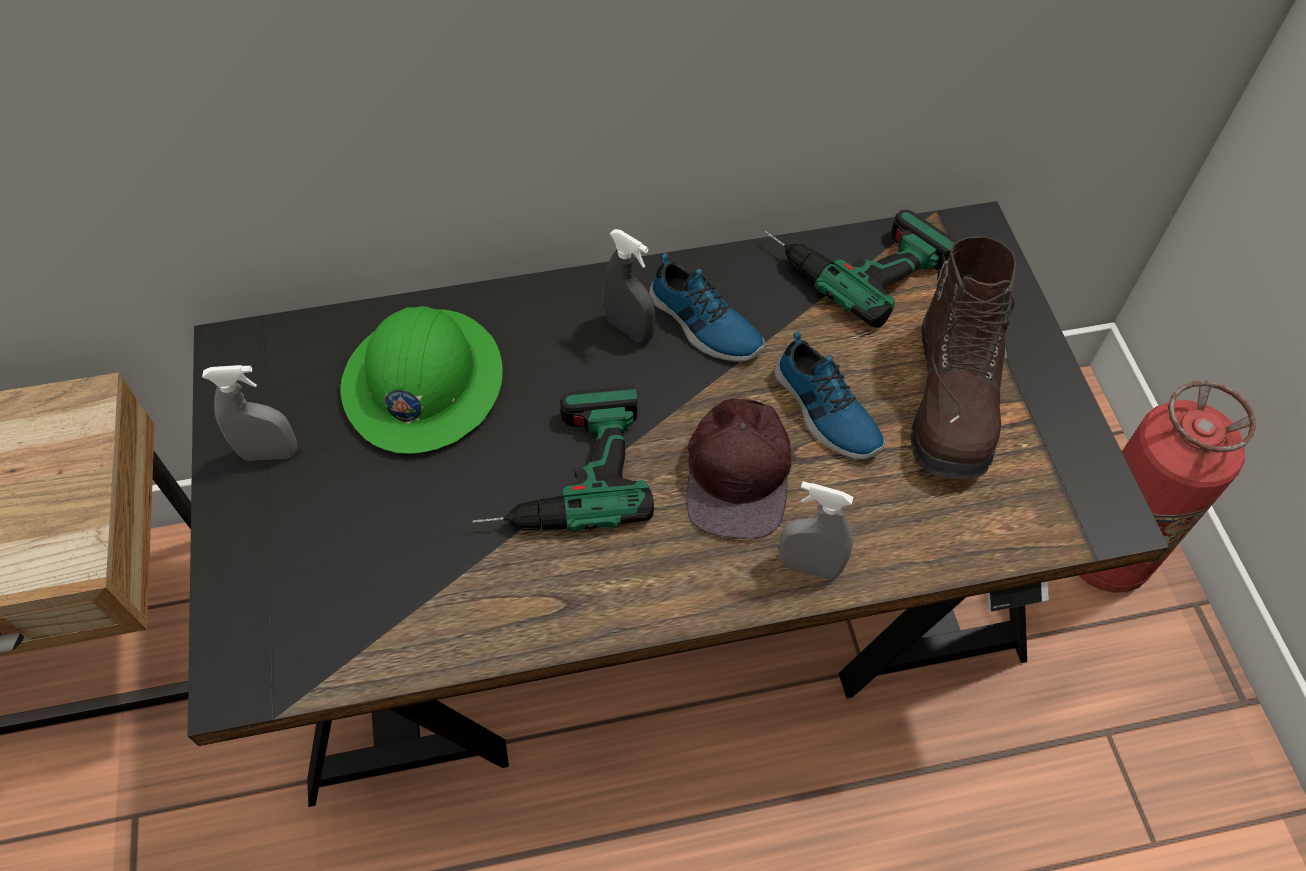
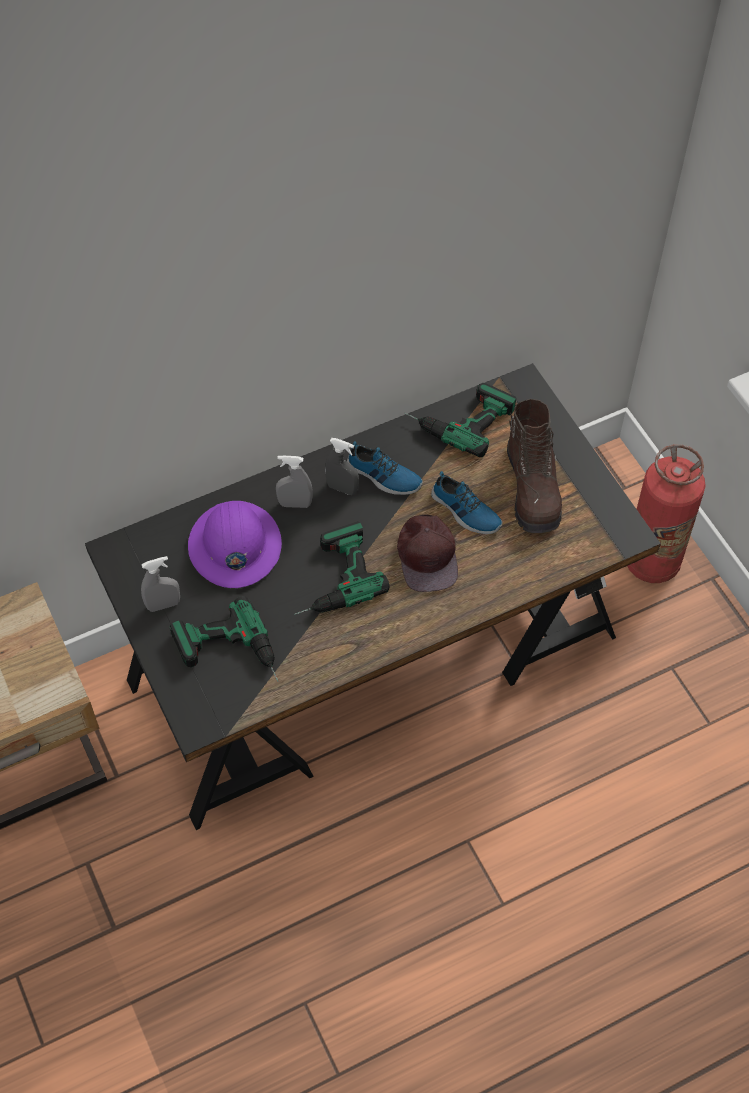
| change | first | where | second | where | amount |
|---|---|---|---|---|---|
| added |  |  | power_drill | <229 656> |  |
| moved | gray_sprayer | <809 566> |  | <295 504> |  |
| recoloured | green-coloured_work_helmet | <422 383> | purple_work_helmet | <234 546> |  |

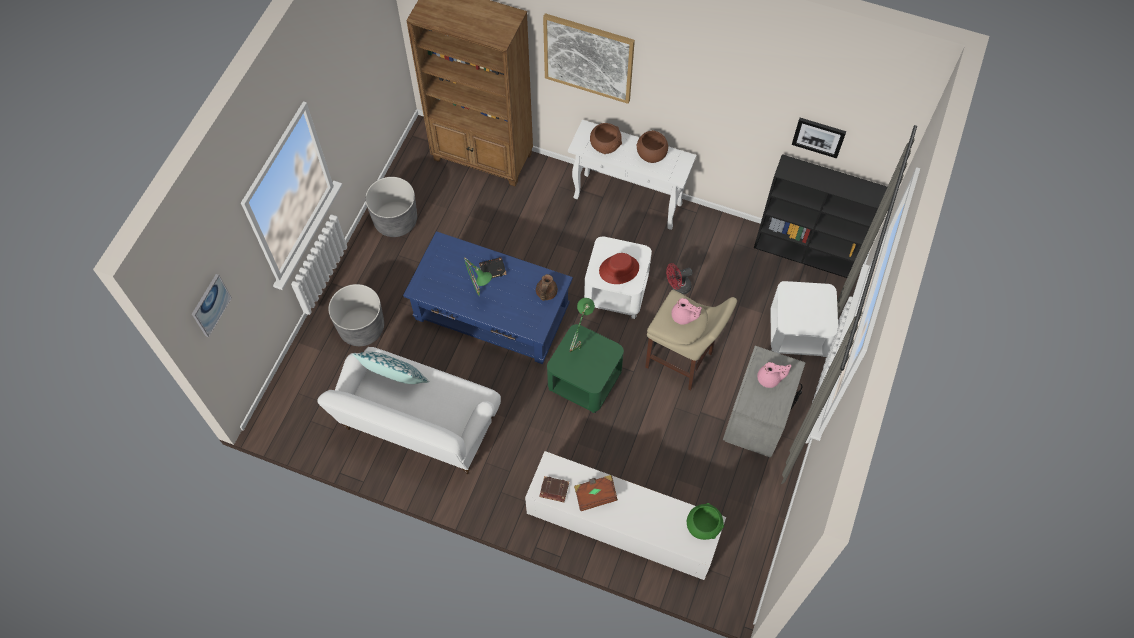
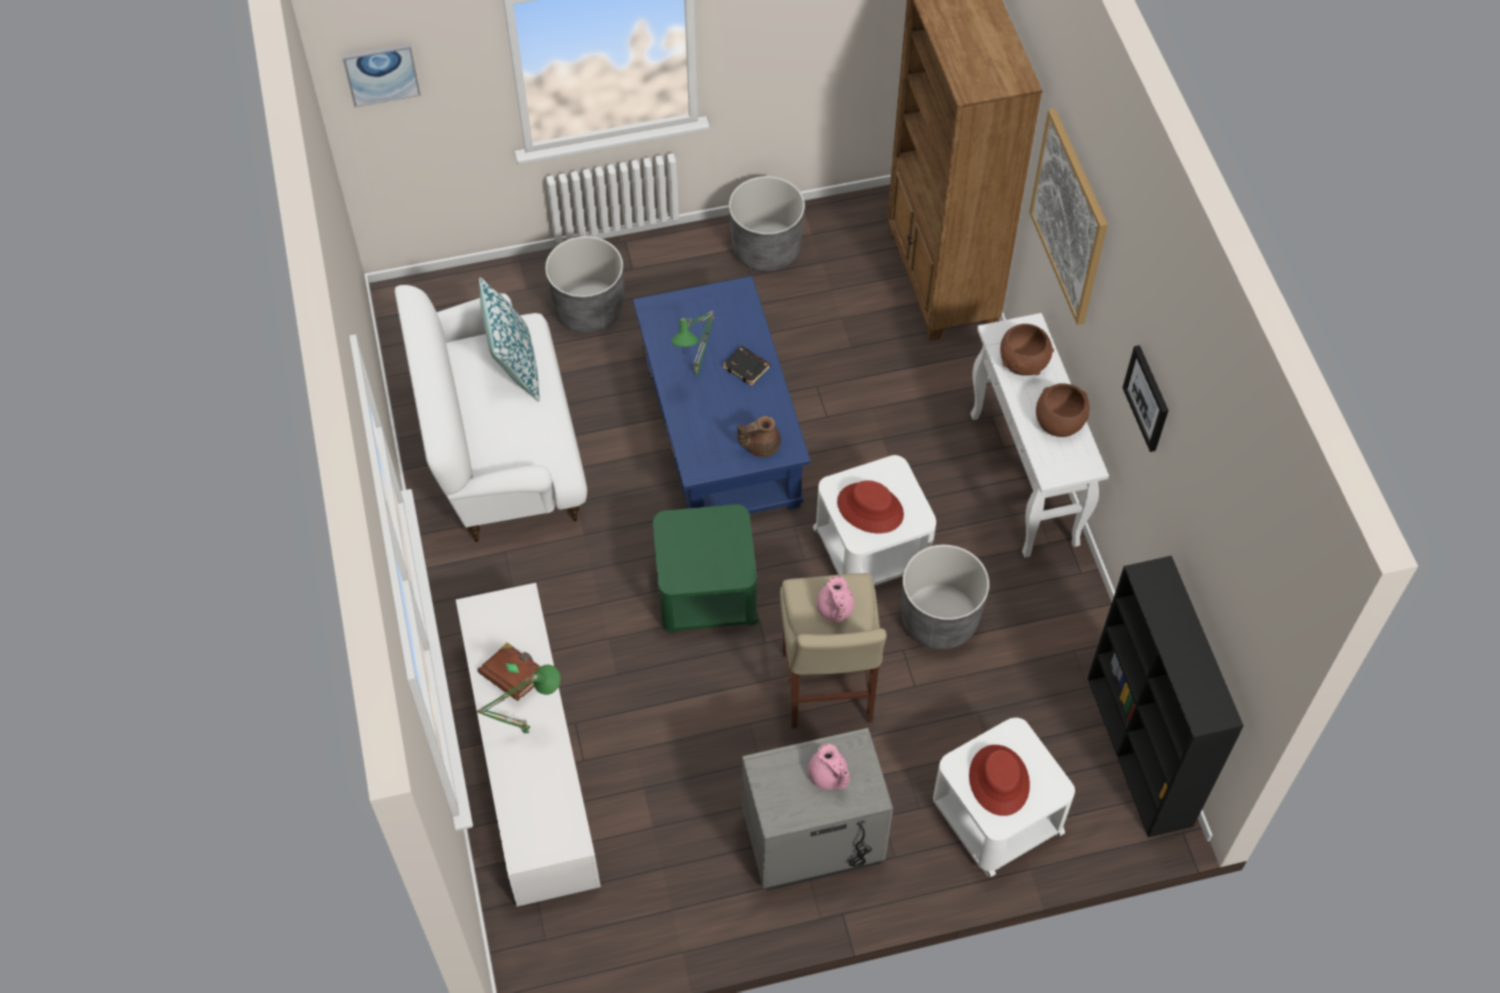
| change | first | where | second | where | amount |
|---|---|---|---|---|---|
| removed | brownish_book | <553 490> |  |  |  |
| removed | green-coloured_serving_bowl | <703 525> |  |  |  |
| added |  |  | red-coloured_clothing_hat | <999 780> |  |
| moved | green-coloured_tabletop_lamp | <578 348> |  | <526 731> |  |
| moved | picture | <818 136> |  | <1147 398> |  |
| replaced | red-coloured_fan | <677 287> | gray_flower_pot | <939 619> |  |

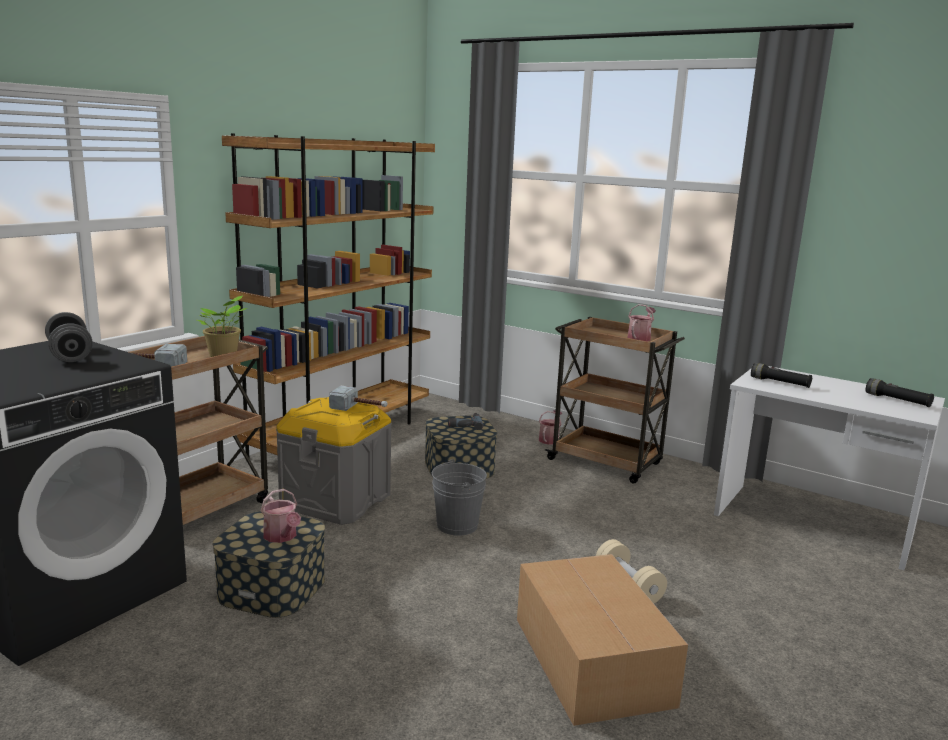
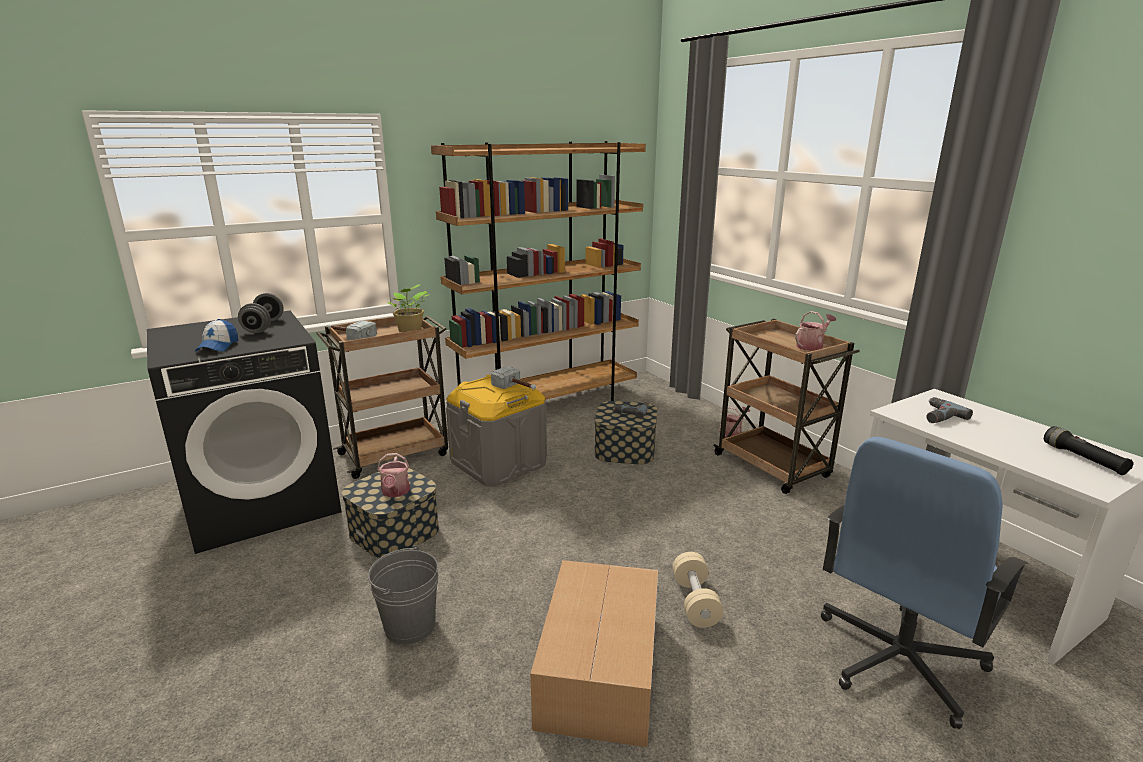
| change | first | where | second | where | amount |
|---|---|---|---|---|---|
| added |  |  | peaked_cap | <218 346> |  |
| added |  |  | bluish_computer_chair | <897 660> |  |
| moved | gray_pail | <457 525> |  | <410 626> |  |
| replaced | blackish_flashlight | <779 383> | power_drill | <937 415> |  |

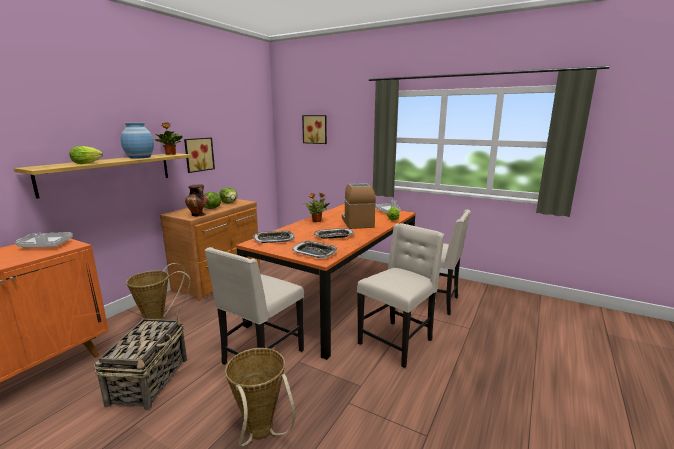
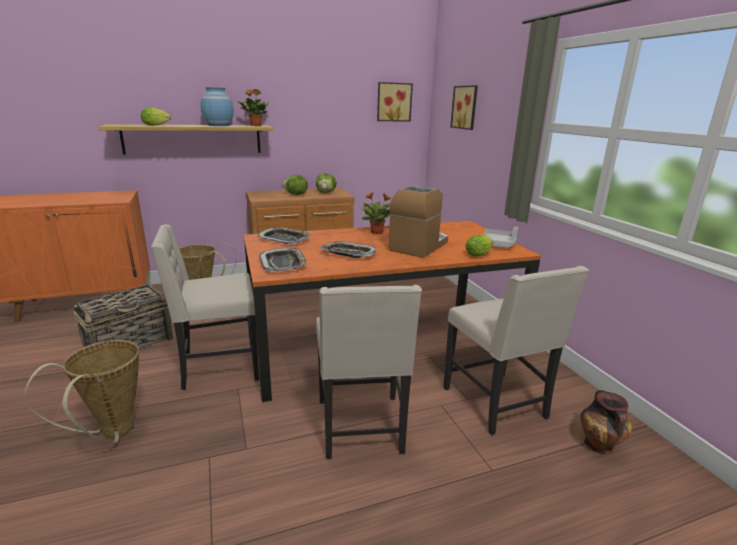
| change | first | where | second | where | amount |
|---|---|---|---|---|---|
| removed | gray_tray | <45 246> |  |  |  |
| moved | picture | <198 154> |  | <393 102> |  |
| moved | flower_vase | <199 215> |  | <599 446> |  |
| turned | beige_plain_chair | <397 342> |  | <361 427> | 90 degrees clockwise |

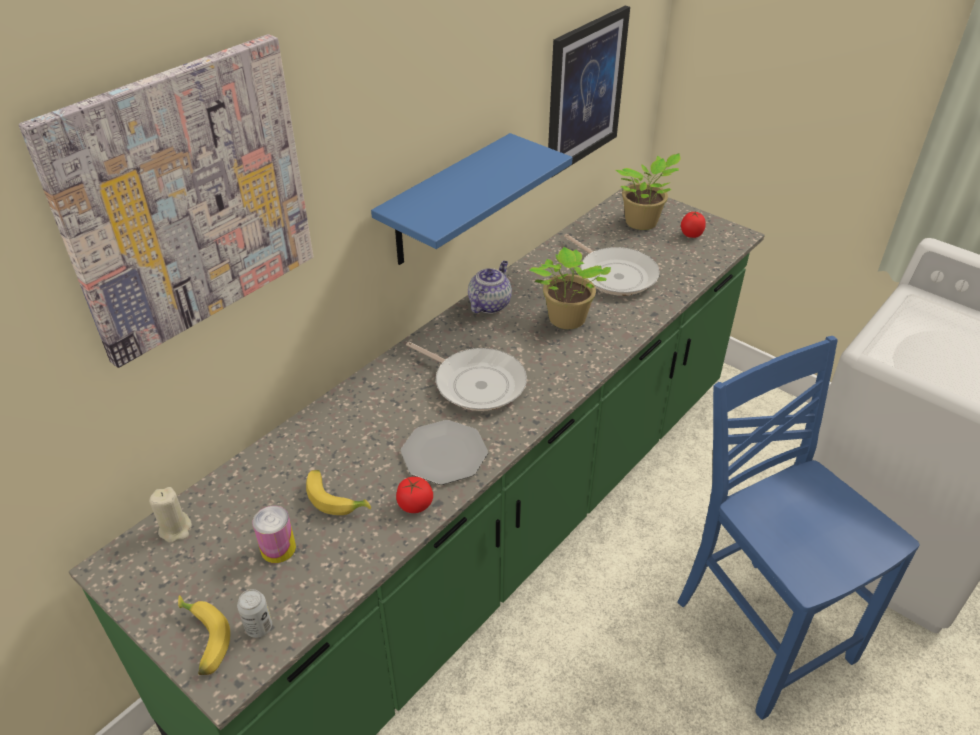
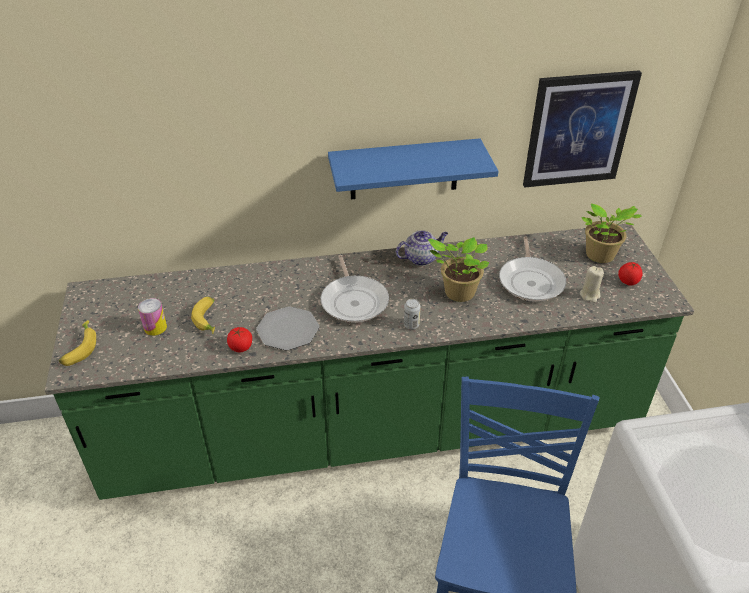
| change | first | where | second | where | amount |
|---|---|---|---|---|---|
| removed | picture | <187 199> |  |  |  |
| moved | beige_candle | <175 529> |  | <589 295> |  |
| moved | sealed_can | <259 627> |  | <411 325> |  |

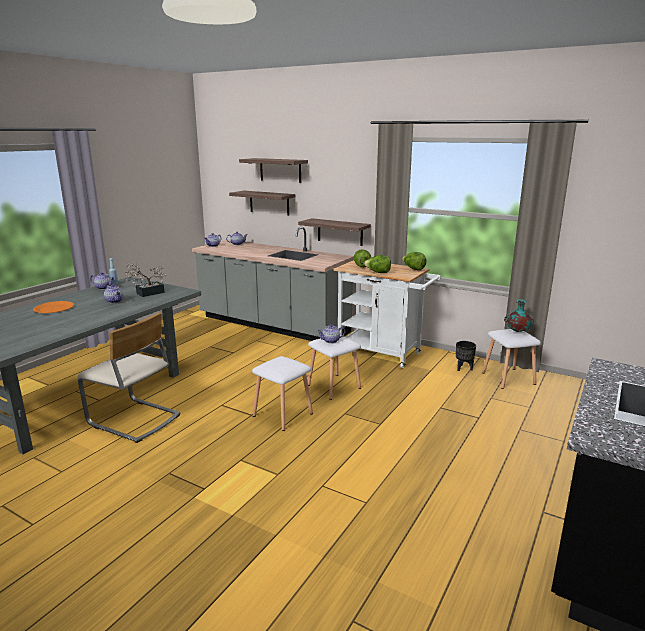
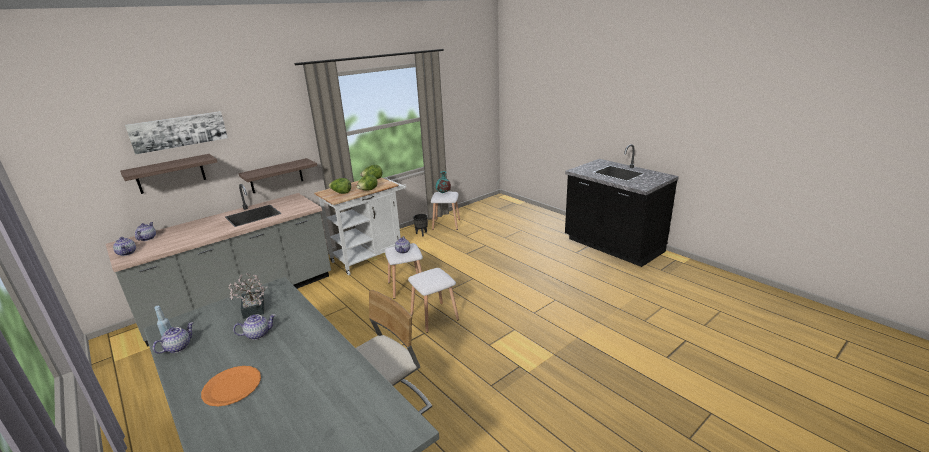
| change | first | where | second | where | amount |
|---|---|---|---|---|---|
| replaced | shelf | <280 170> | picture | <179 131> |  |

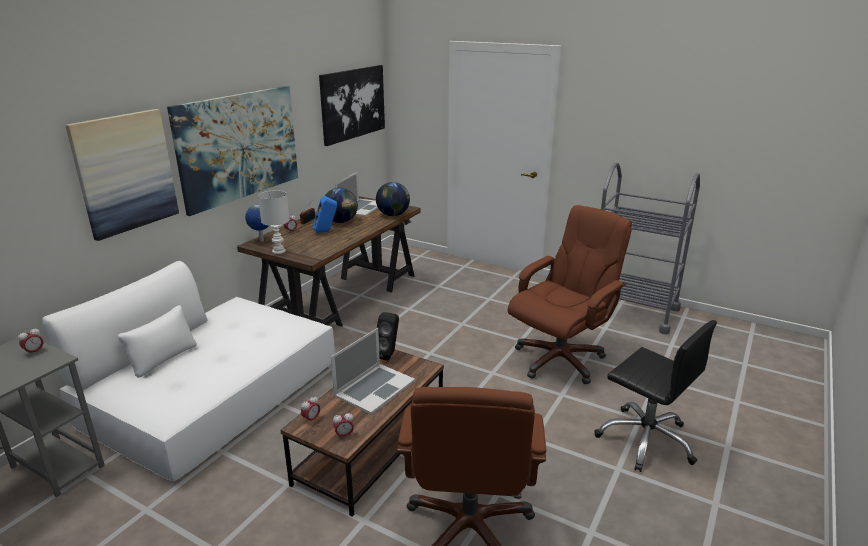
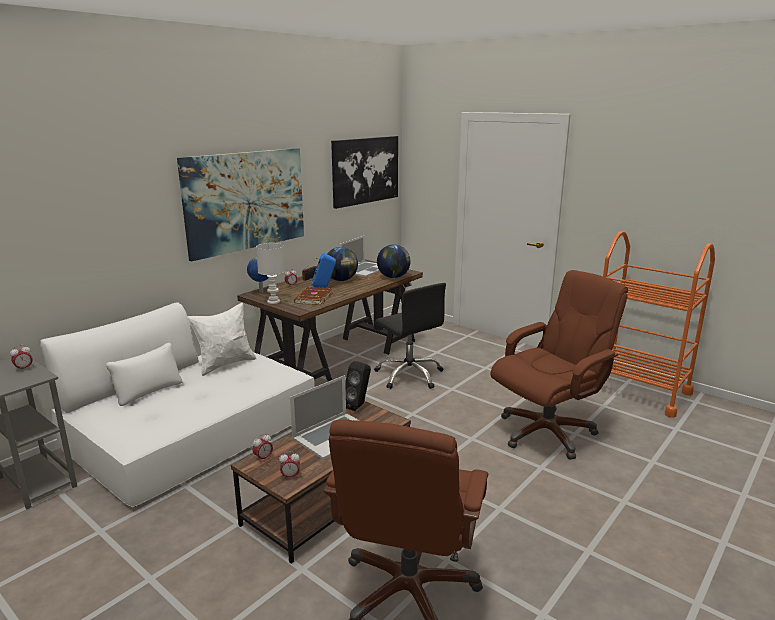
| change | first | where | second | where | amount |
|---|---|---|---|---|---|
| removed | picture | <125 172> |  |  |  |
| added |  |  | whitish_throw_pillow | <225 364> |  |
| added |  |  | brownish_book | <313 298> |  |
| moved | blackish_computer_chair | <646 440> |  | <409 375> |  |
| recoloured | gray_cart | <632 311> | orangey_cart | <638 391> |  |

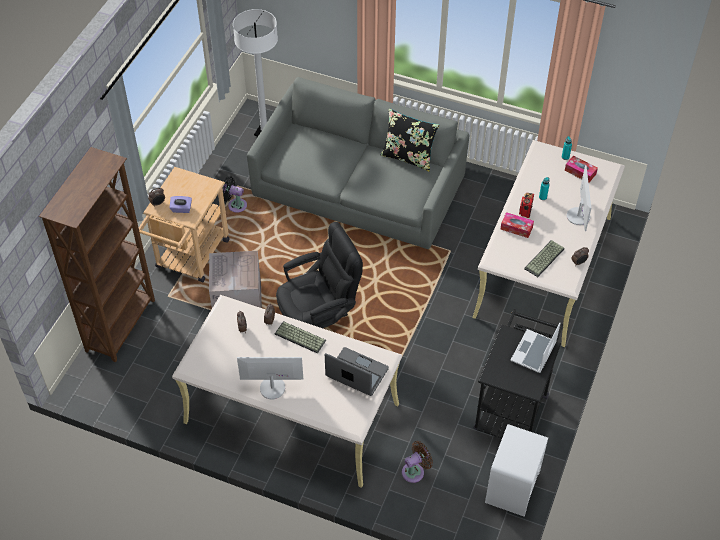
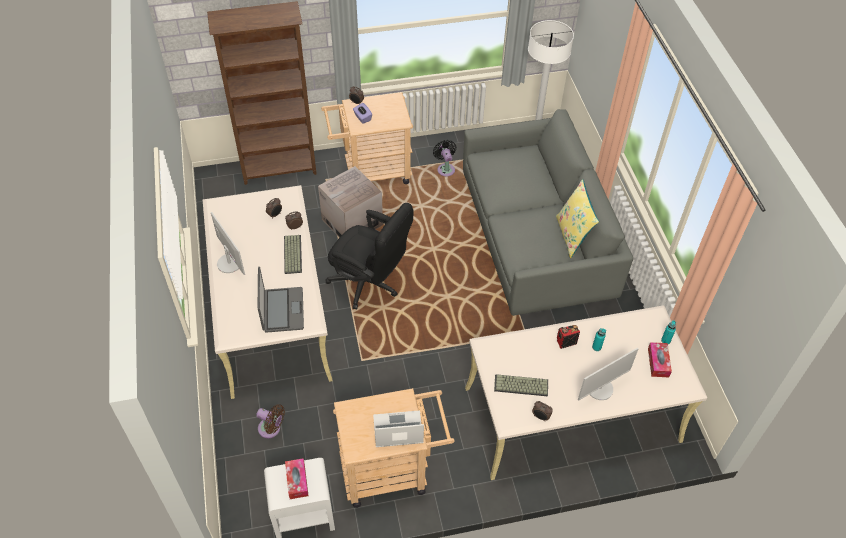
| change | first | where | second | where | amount |
|---|---|---|---|---|---|
| moved | tissue_holder | <516 228> |  | <297 481> |  |
| recoloured | blackish_throw_pillow | <408 157> | yellowish_throw_pillow | <572 235> |  |
| recoloured | blackish_cart | <513 406> | beige_cart | <392 470> |  |

